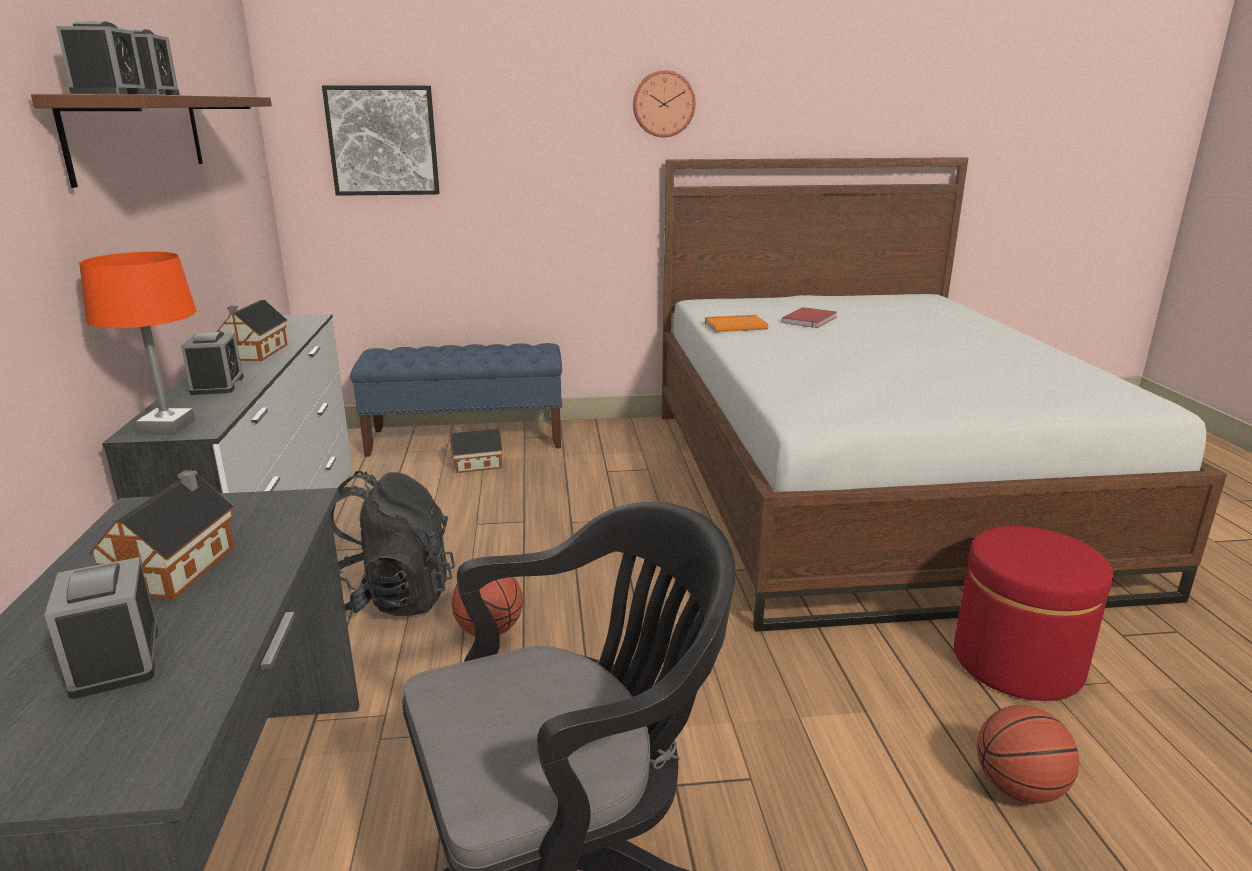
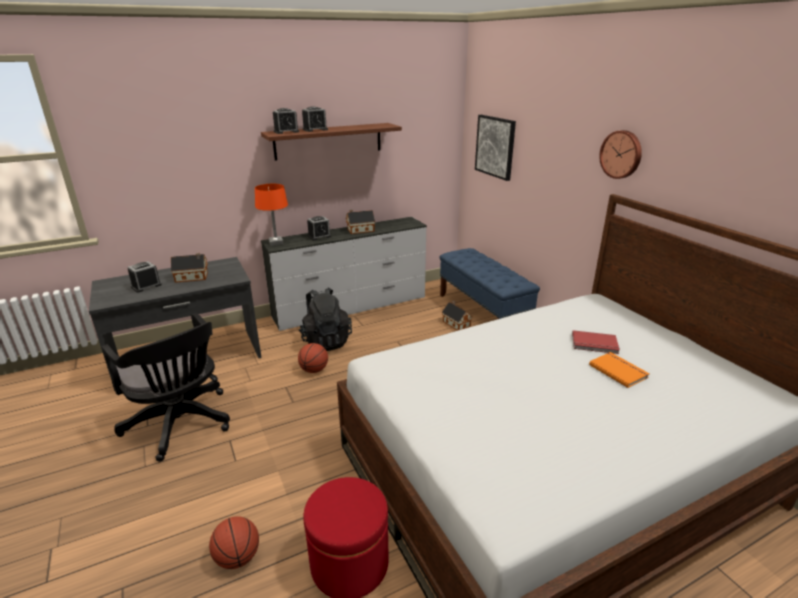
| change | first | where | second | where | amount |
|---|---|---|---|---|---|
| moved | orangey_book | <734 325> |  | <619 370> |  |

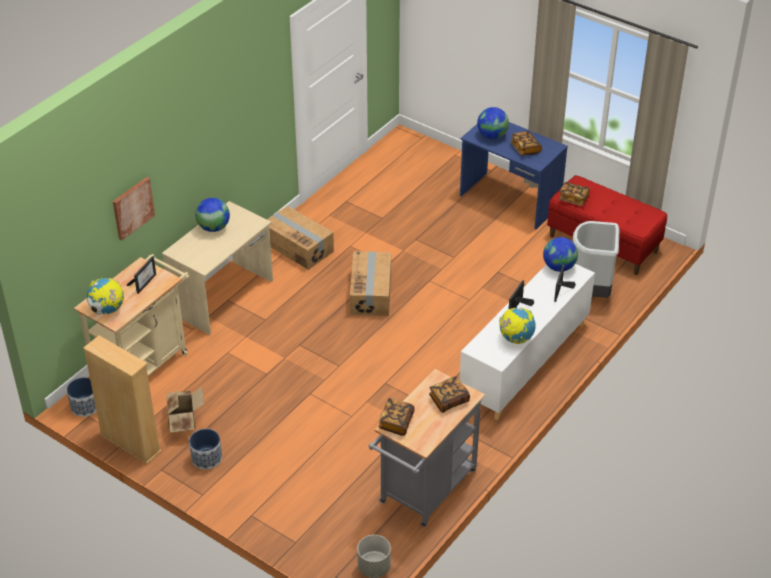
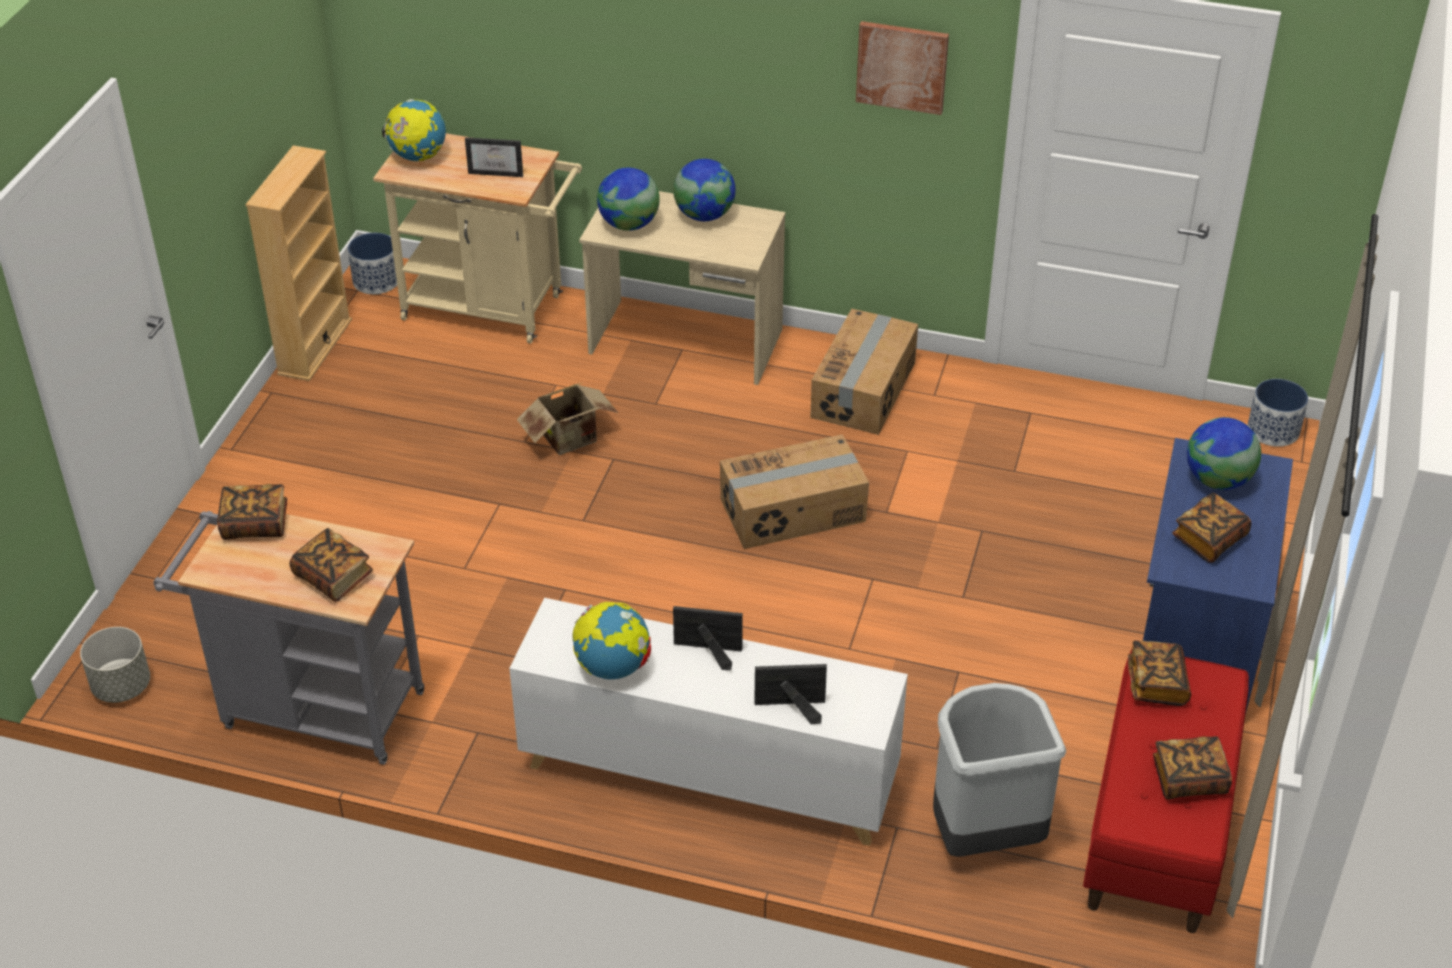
| change | first | where | second | where | amount |
|---|---|---|---|---|---|
| added |  |  | book | <1189 779> |  |
| moved | picture | <132 207> |  | <902 66> |  |
| moved | cardboard_box | <185 421> |  | <572 440> |  |
| moved | flower_pot | <206 458> |  | <1273 430> |  |
| moved | world_globe | <559 267> |  | <629 224> |  |

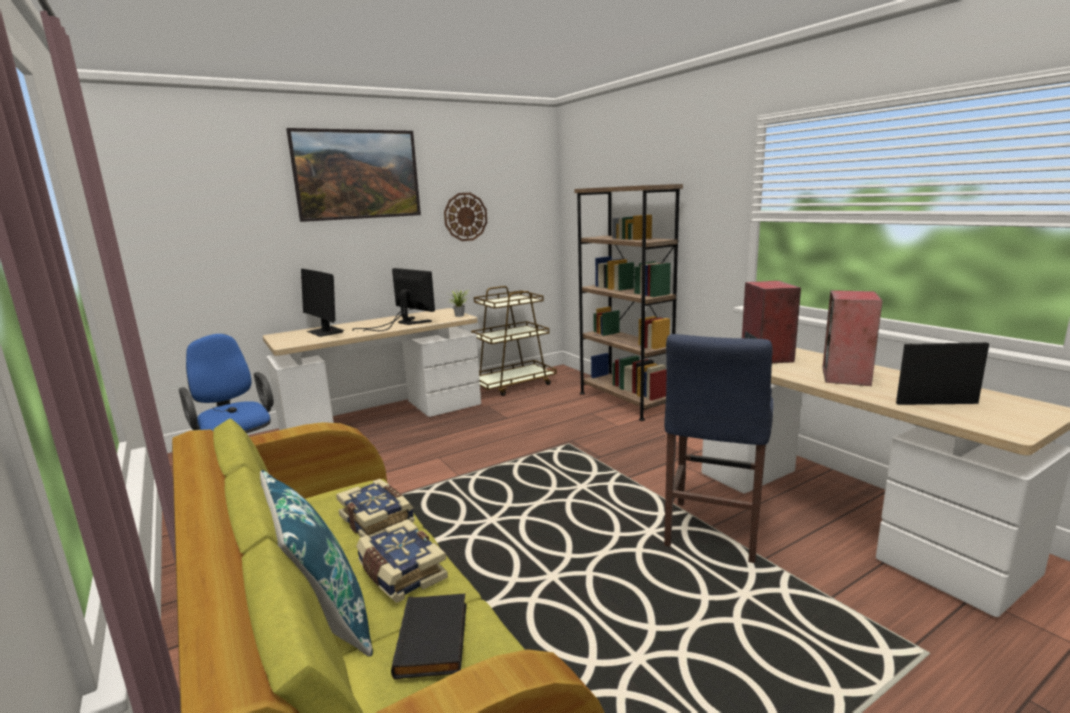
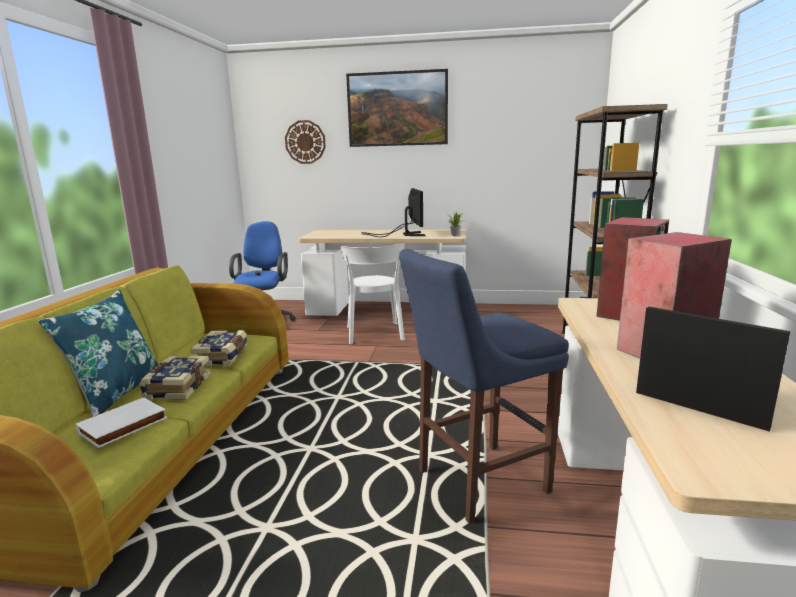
| change | first | where | second | where | amount |
|---|---|---|---|---|---|
| removed | monitor | <325 332> |  |  |  |
| removed | brownish_cart | <513 385> |  |  |  |
| added |  |  | whitish_plain_chair | <374 334> |  |
| moved | wall_clock | <465 217> |  | <305 142> |  |
| recoloured | blackish_book | <434 639> | whitish_book | <123 426> |  |

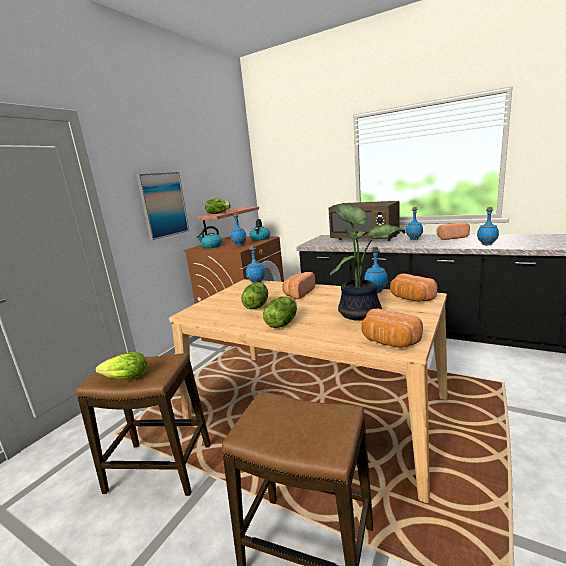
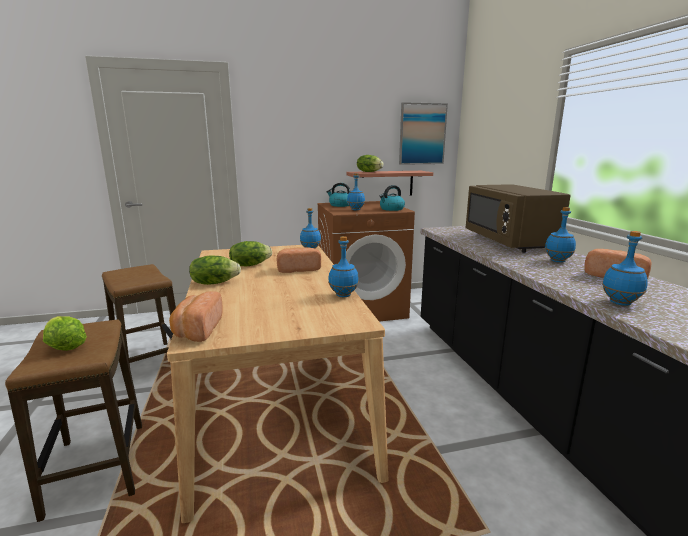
| change | first | where | second | where | amount |
|---|---|---|---|---|---|
| removed | plant_in_a_pot | <360 312> |  |  |  |
| removed | baked_bread | <410 298> |  |  |  |
| moved | lettuce | <126 379> |  | <65 345> |  |
| moved | picture | <163 205> |  | <422 134> |  |

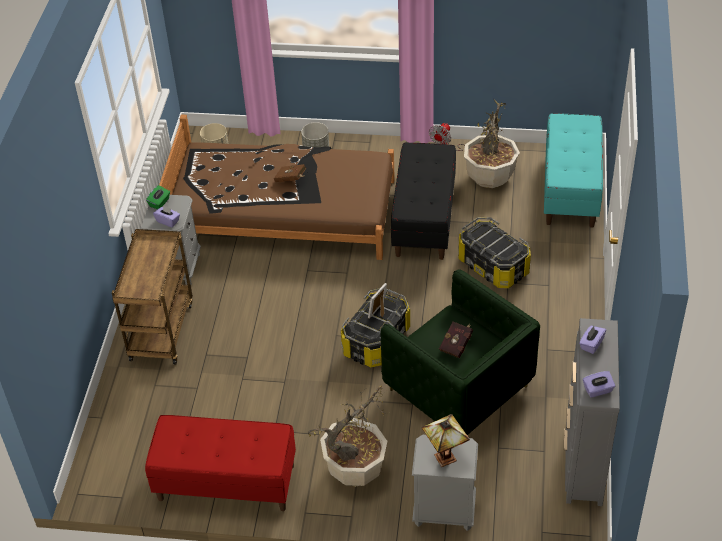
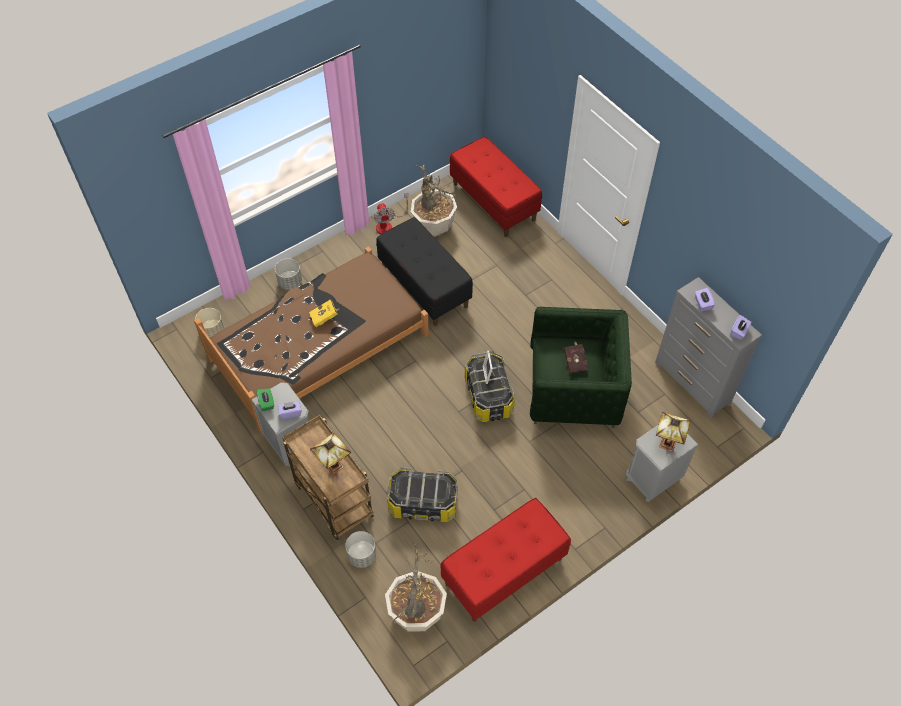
| change | first | where | second | where | amount |
|---|---|---|---|---|---|
| added |  |  | tabletop_lamp | <333 467> |  |
| added |  |  | gray_flower_pot | <362 555> |  |
| moved | plant_in_a_pot | <355 469> |  | <416 612> |  |
| moved | storage_container | <492 266> |  | <423 503> |  |
| recoloured | brownish_book | <291 180> | yellowish_book | <325 317> |  |
| recoloured | turquoise-coloured_indoor_bench | <571 189> | red-coloured_indoor_bench | <494 202> |  |

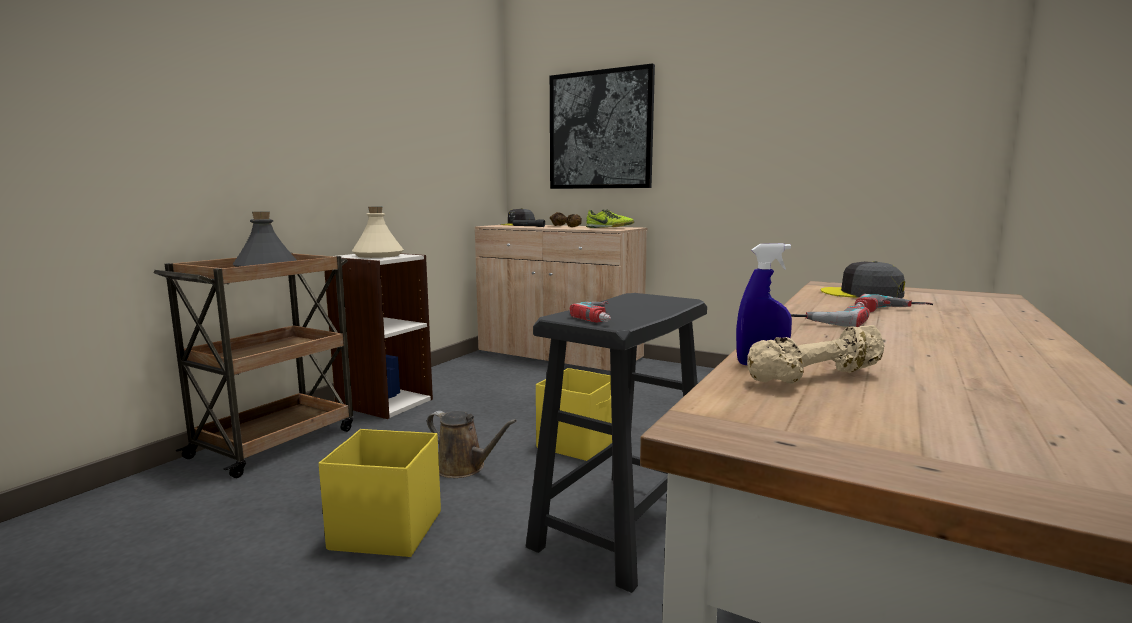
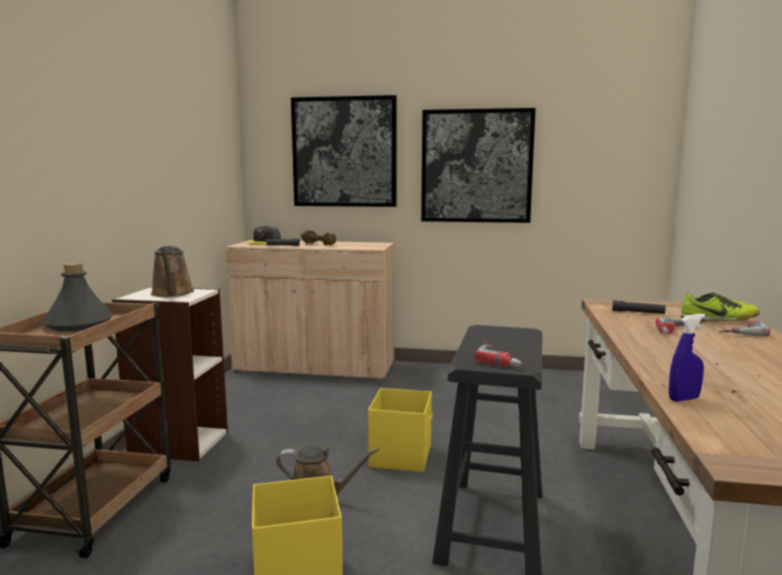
| change | first | where | second | where | amount |
|---|---|---|---|---|---|
| removed | beige_dumbbell | <816 379> |  |  |  |
| added |  |  | picture | <476 166> |  |
| moved | shoe | <609 228> |  | <719 320> |  |
| moved | power_drill | <827 320> |  | <739 331> |  |
| replaced | beige_drink_bottle | <378 255> | brownish_sprinkling_can | <172 294> |  |
| replaced | gray_peaked_cap | <862 294> | blackish_flashlight | <638 312> |  |

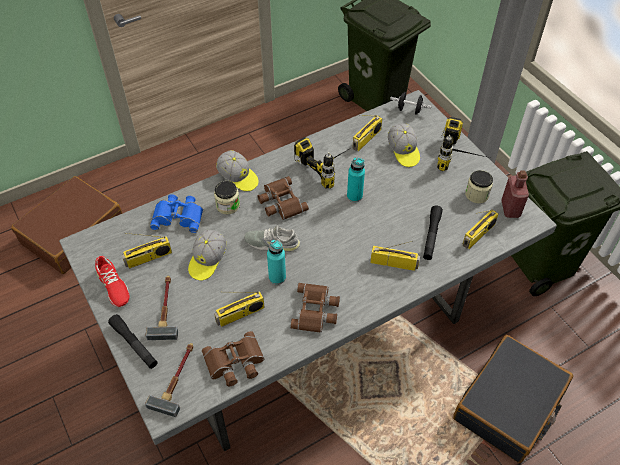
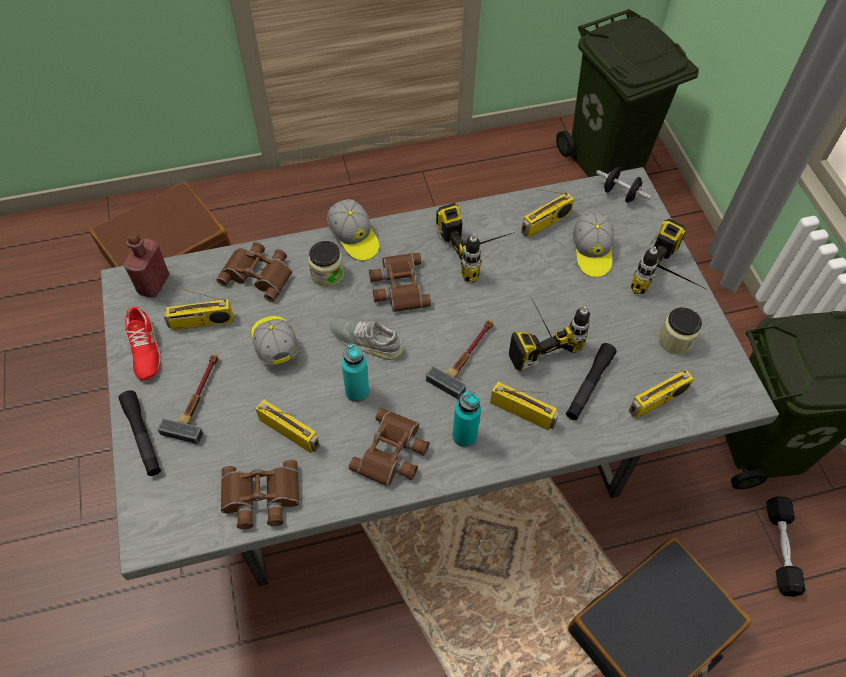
| change | first | where | second | where | amount |
|---|---|---|---|---|---|
| added |  |  | power_drill | <536 333> |  |
| added |  |  | blackish_dumbbell | <780 549> |  |
| moved | hand_hammer | <177 378> |  | <467 356> |  |
| moved | turquoise-coloured_drink_bottle | <354 196> |  | <464 436> |  |
| moved | red-coloured_drink_bottle | <510 209> |  | <153 284> |  |
| recoloured | bluish_binoculars | <178 216> | brownish_binoculars | <259 273> |  |
| turned | peaked_cap | <207 260> |  | <275 344> | 120 degrees clockwise |
| turned | radio_set | <240 315> |  | <290 432> | 135 degrees counterclockwise |

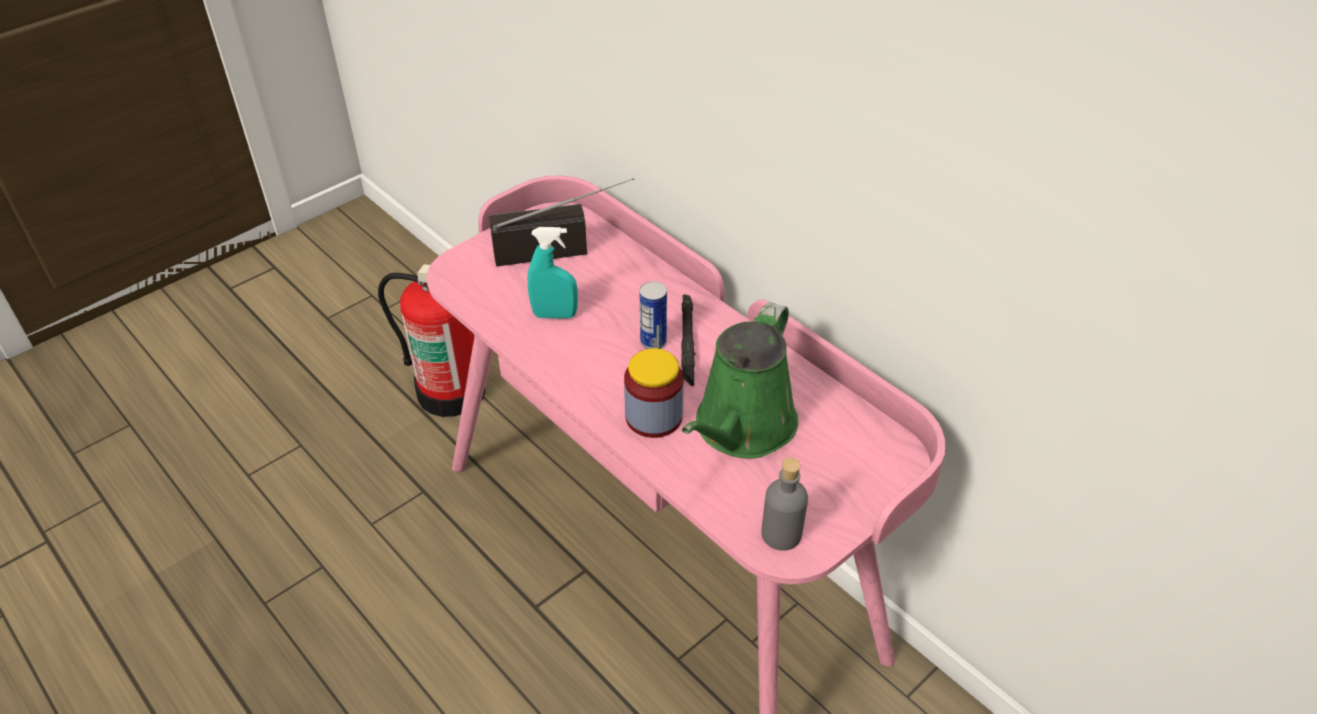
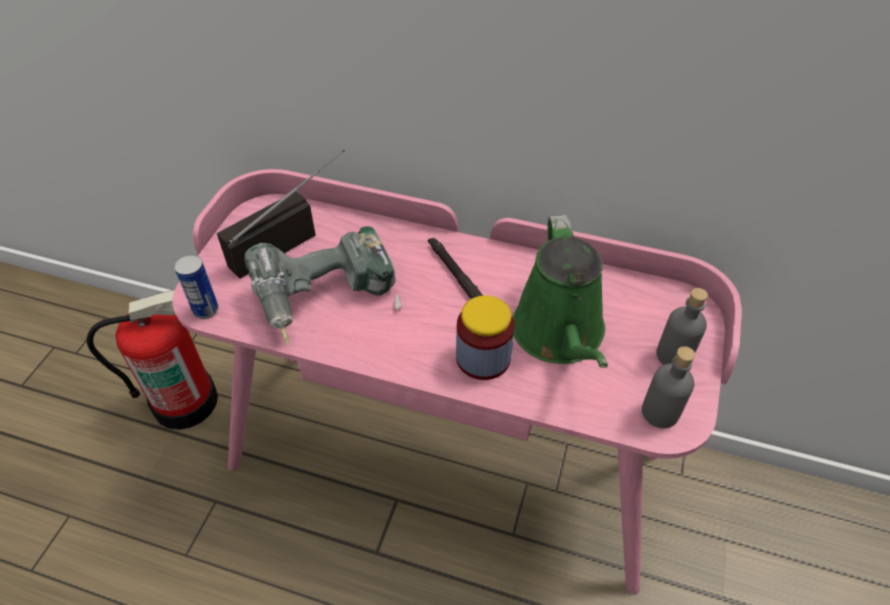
| change | first | where | second | where | amount |
|---|---|---|---|---|---|
| added |  |  | gray_drink_bottle | <673 355> |  |
| moved | sealed_can | <653 342> |  | <206 310> |  |
| replaced | turquoise-coloured_sprayer | <555 315> | power_drill | <328 302> |  |

